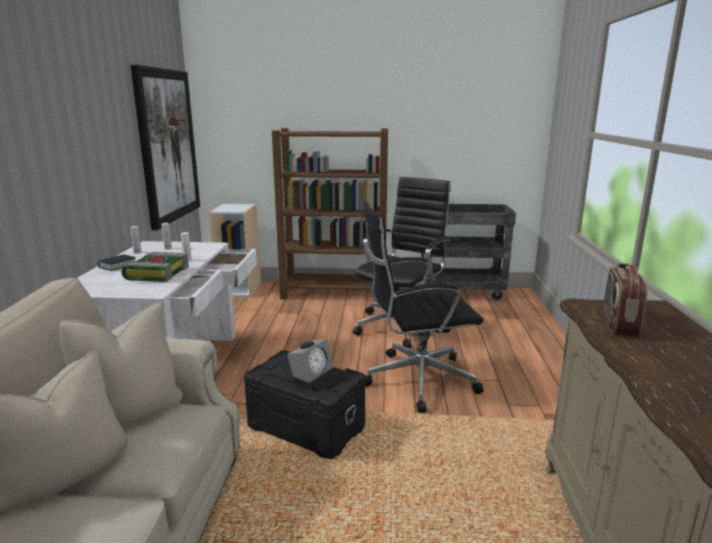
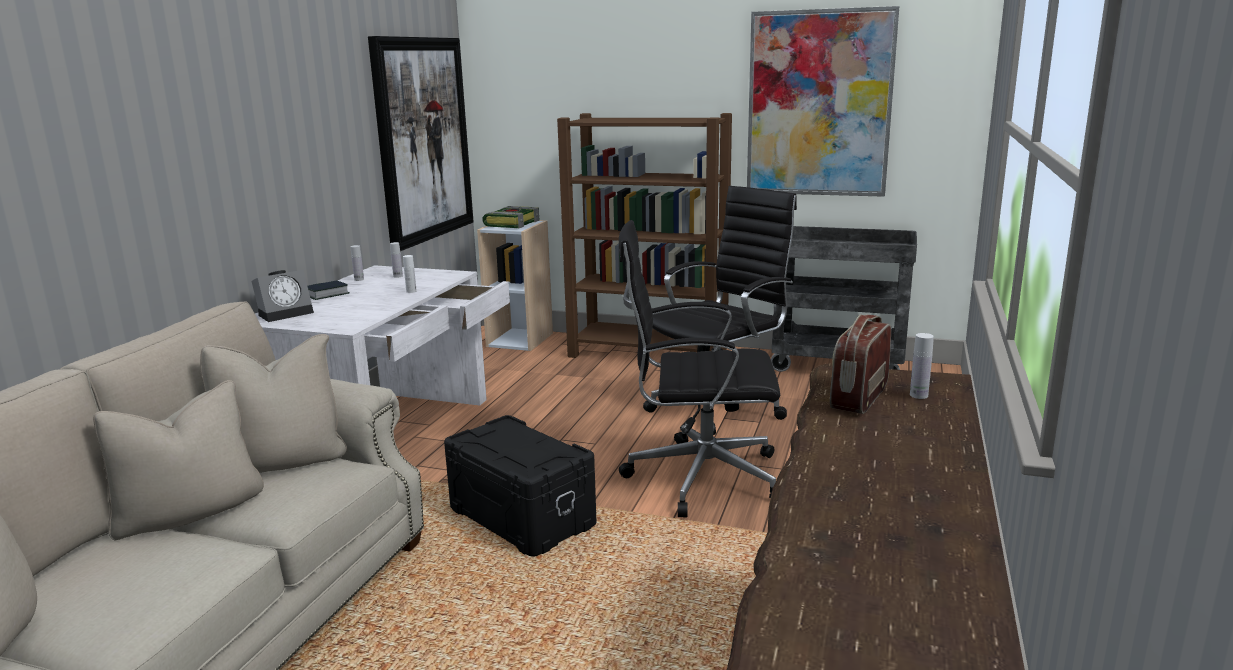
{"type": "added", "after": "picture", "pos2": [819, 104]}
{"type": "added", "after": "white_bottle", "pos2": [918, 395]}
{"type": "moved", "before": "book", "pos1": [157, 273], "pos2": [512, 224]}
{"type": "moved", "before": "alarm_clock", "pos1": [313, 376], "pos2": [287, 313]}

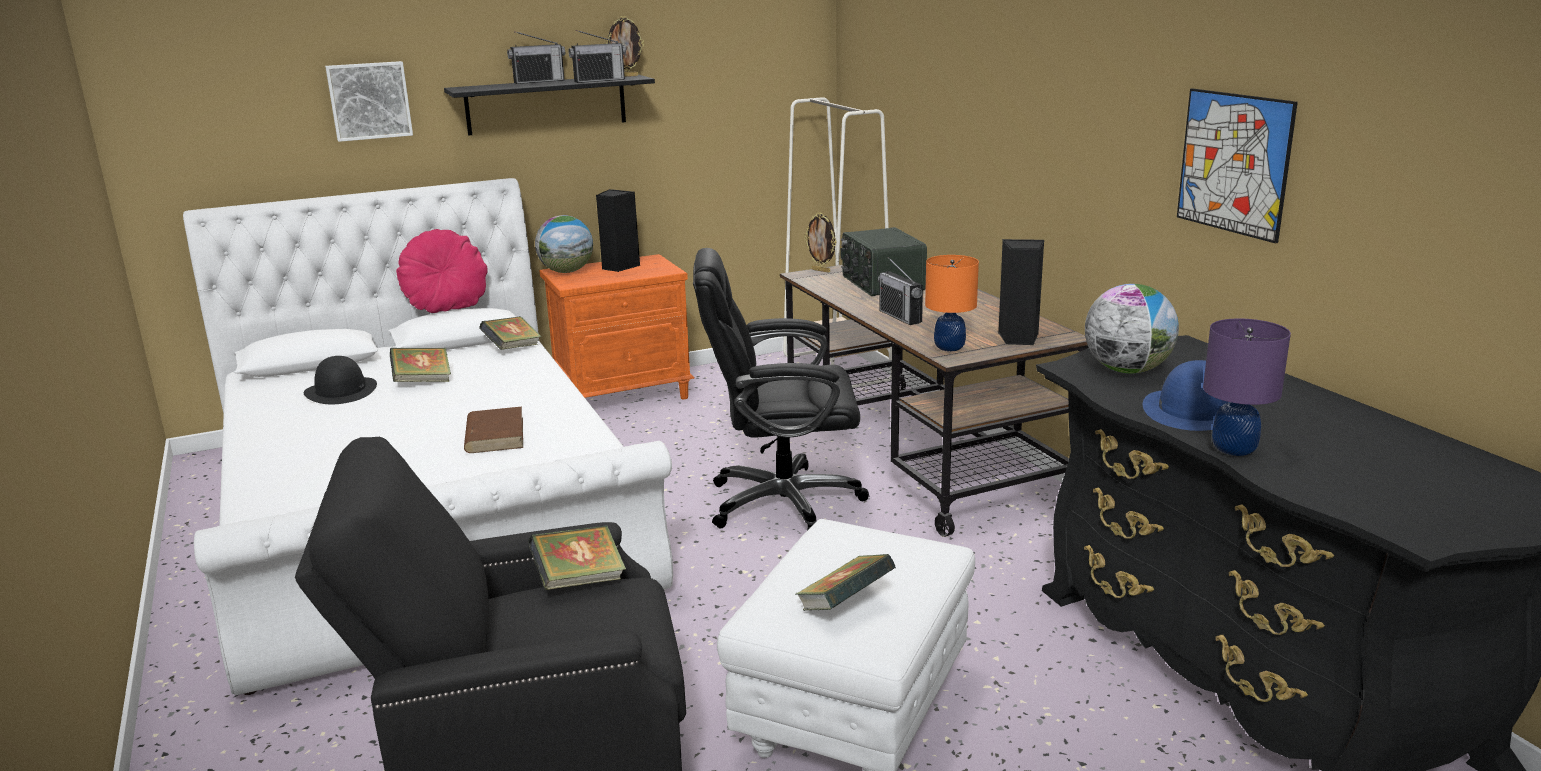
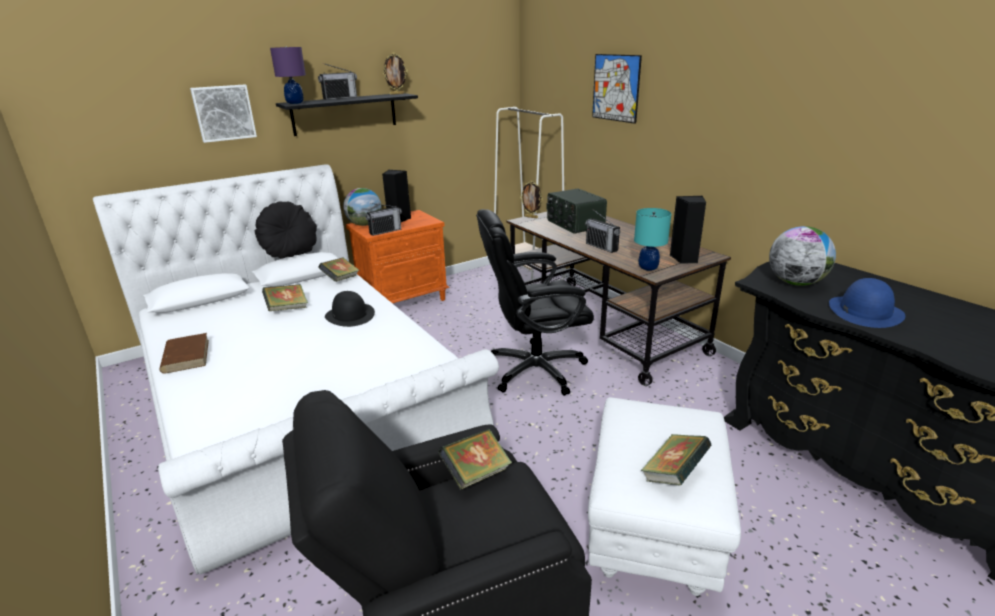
{"type": "moved", "before": "black_hat", "pos1": [341, 391], "pos2": [350, 315]}
{"type": "moved", "before": "brown_book", "pos1": [494, 434], "pos2": [186, 356]}
{"type": "moved", "before": "radio", "pos1": [599, 80], "pos2": [385, 231]}
{"type": "moved", "before": "picture", "pos1": [1234, 163], "pos2": [616, 88]}
{"type": "moved", "before": "purple_table_lamp", "pos1": [1235, 451], "pos2": [295, 103]}
{"type": "recoloured", "before": "pink_pillow", "after": "black_pillow", "pos1": [447, 308], "pos2": [291, 254]}
{"type": "recoloured", "before": "orange_table_lamp", "after": "turquoise_table_lamp", "pos1": [951, 348], "pos2": [649, 268]}

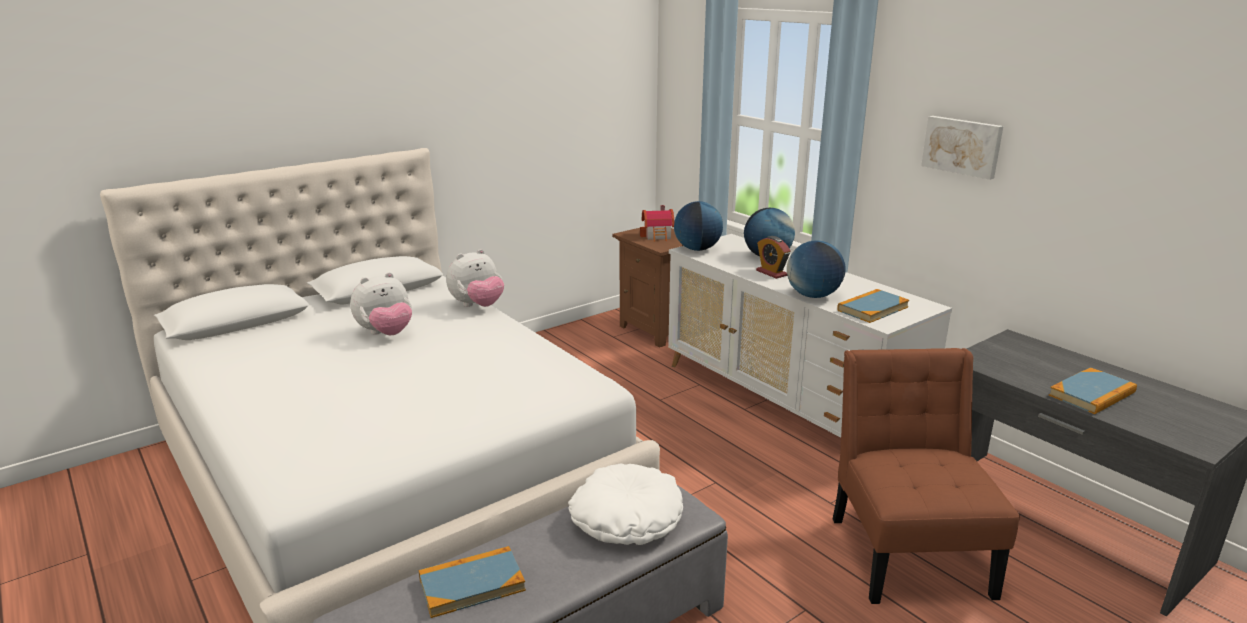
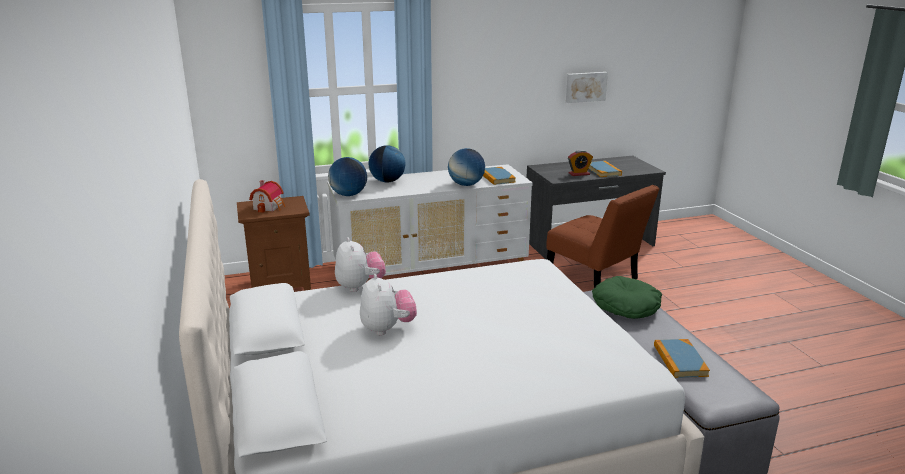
{"type": "moved", "before": "alarm_clock", "pos1": [771, 273], "pos2": [579, 174]}
{"type": "moved", "before": "picture", "pos1": [962, 146], "pos2": [585, 87]}
{"type": "recoloured", "before": "white_pillow", "after": "green_pillow", "pos1": [628, 519], "pos2": [627, 307]}
{"type": "turned", "before": "brown_chair", "pos1": [907, 550], "pos2": [595, 280], "turn": -150}

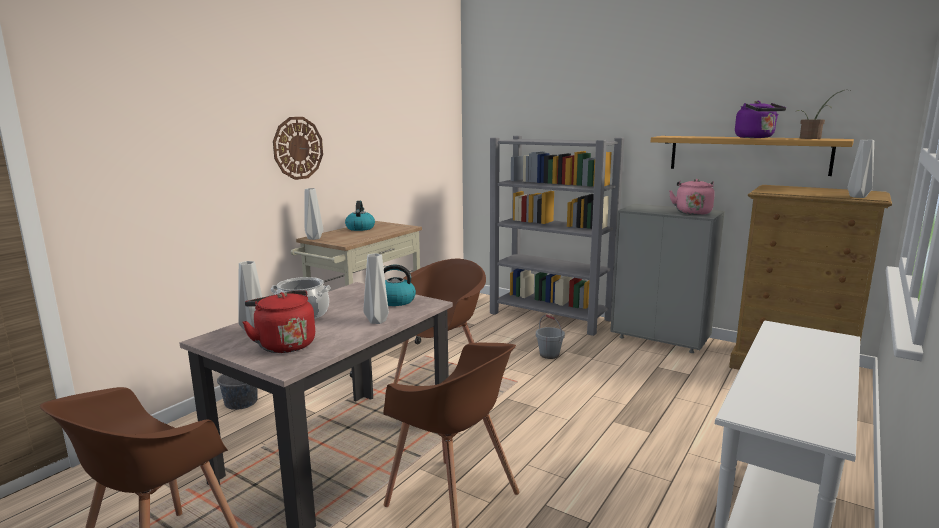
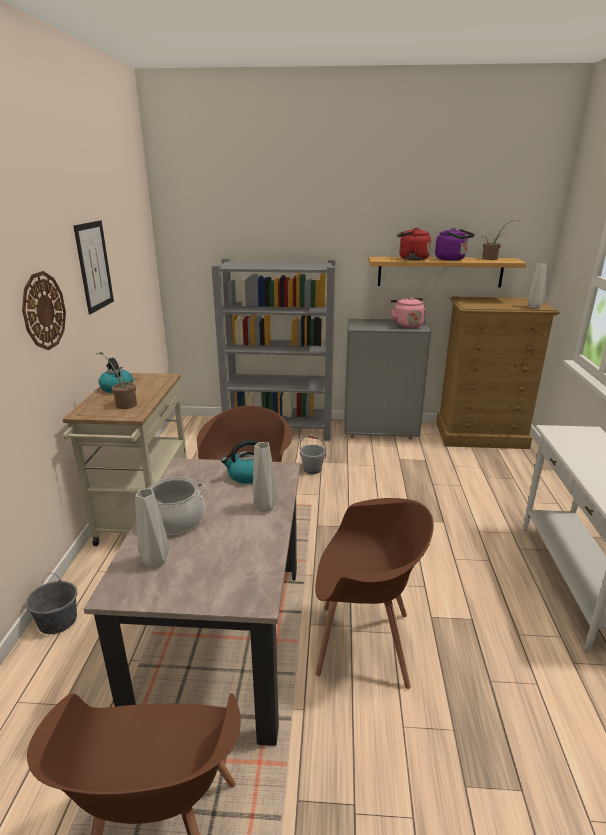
{"type": "removed", "before": "grey_vase", "pos1": [313, 238]}
{"type": "added", "after": "picture", "pos2": [94, 266]}
{"type": "added", "after": "potted_plant", "pos2": [124, 404]}
{"type": "moved", "before": "red_kettle", "pos1": [284, 344], "pos2": [411, 259]}

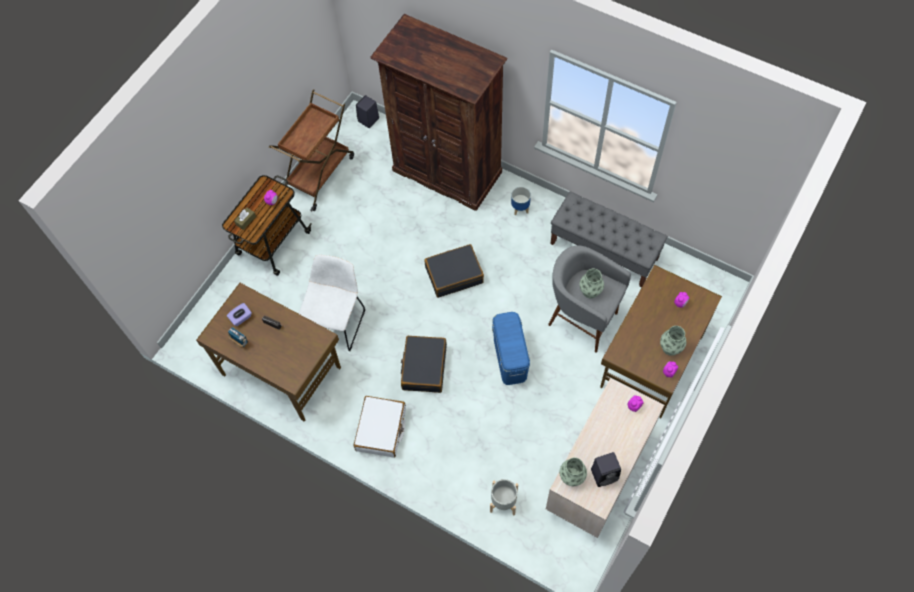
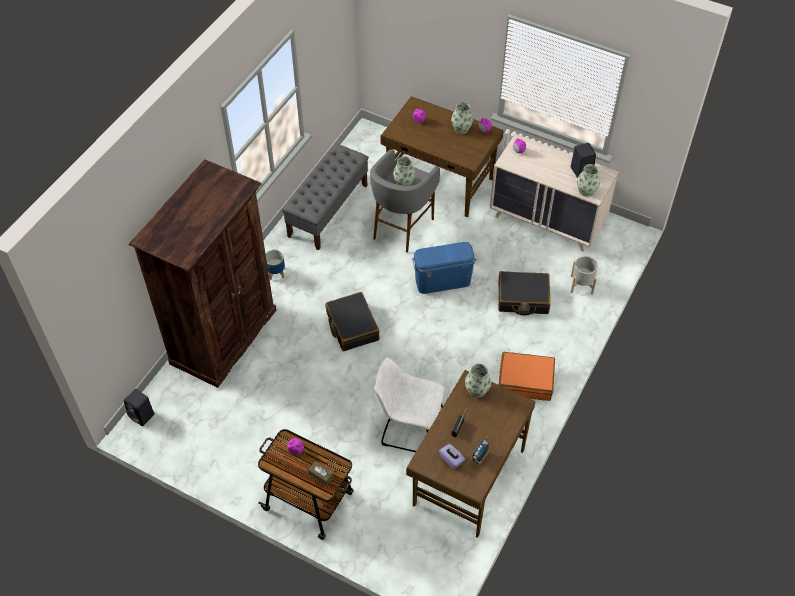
{"type": "removed", "before": "brown_cart", "pos1": [320, 176]}
{"type": "added", "after": "vase", "pos2": [477, 390]}
{"type": "moved", "before": "black_suitcase", "pos1": [424, 367], "pos2": [523, 298]}
{"type": "recoloured", "before": "white_suitcase", "after": "orange_suitcase", "pos1": [381, 430], "pos2": [525, 381]}

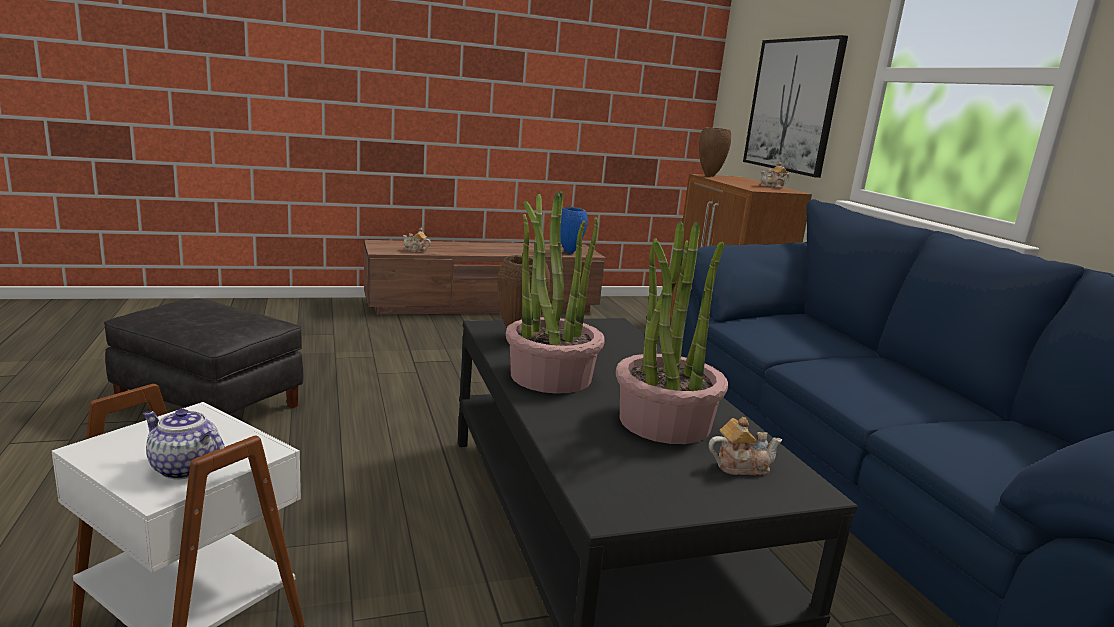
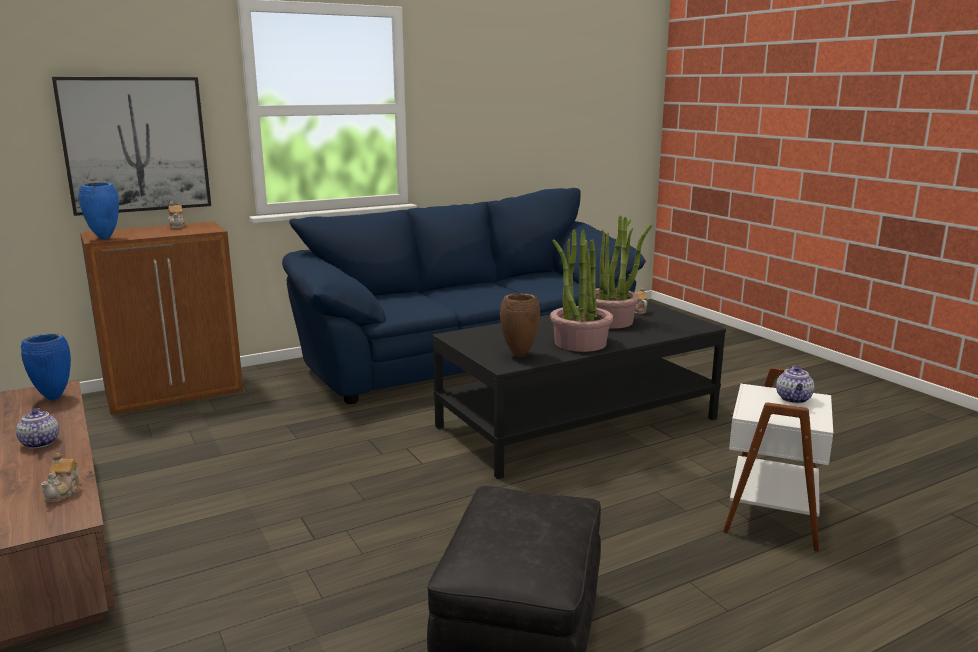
{"type": "added", "after": "teapot", "pos2": [39, 443]}
{"type": "recoloured", "before": "brown_vase", "after": "blue_vase", "pos1": [709, 176], "pos2": [105, 238]}

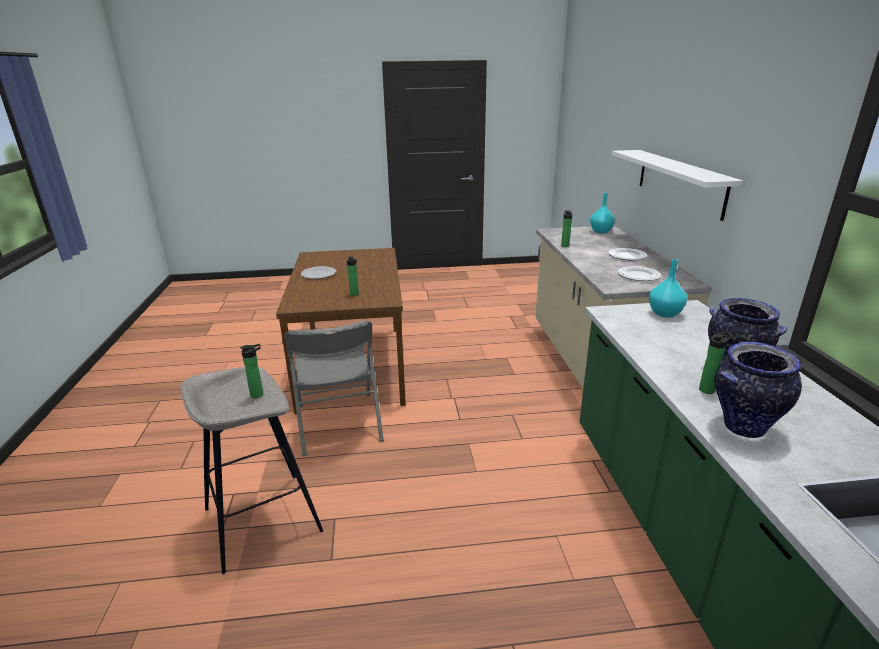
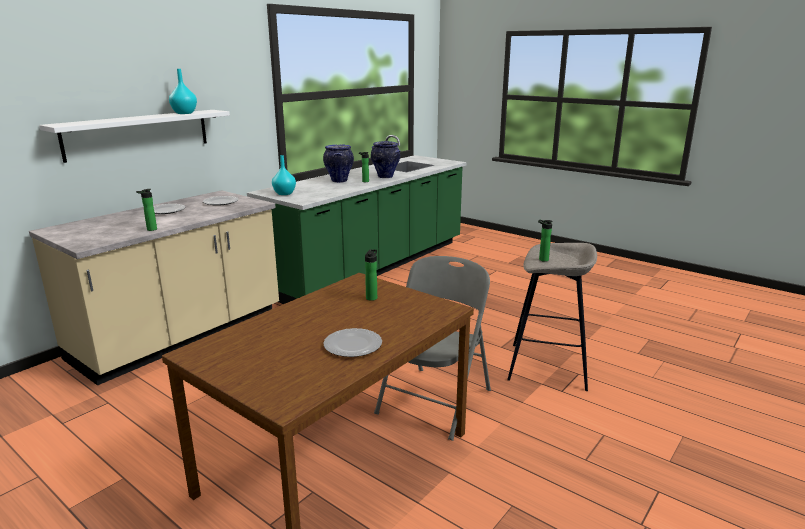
{"type": "moved", "before": "turquoise_vase", "pos1": [600, 231], "pos2": [184, 113]}

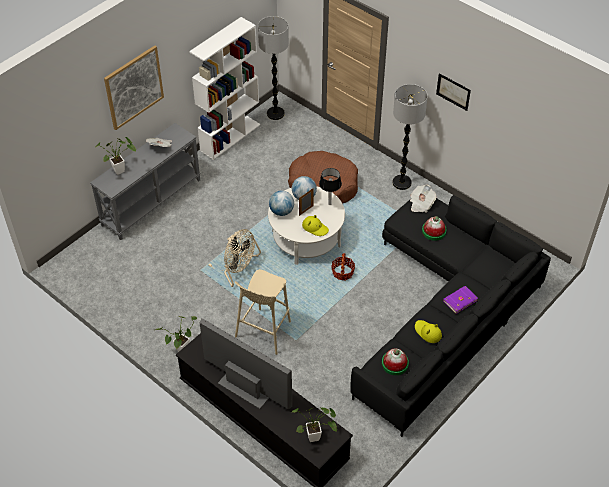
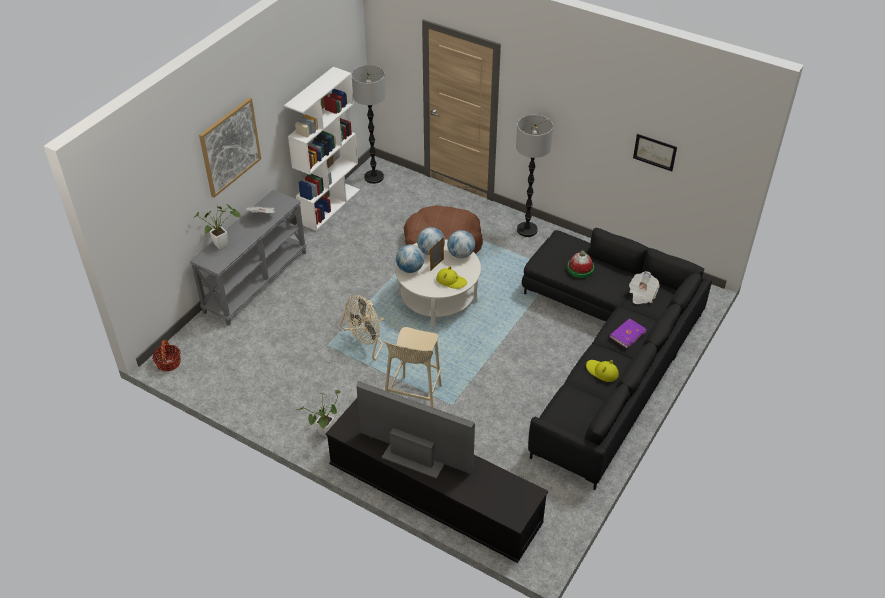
{"type": "removed", "before": "potted_plant", "pos1": [316, 437]}
{"type": "removed", "before": "hat", "pos1": [395, 363]}
{"type": "moved", "before": "basket", "pos1": [342, 272], "pos2": [168, 363]}
{"type": "moved", "before": "newspaper", "pos1": [421, 204], "pos2": [642, 294]}
{"type": "moved", "before": "picture", "pos1": [453, 91], "pos2": [654, 152]}
{"type": "replaced", "before": "table_lamp", "after": "globe", "pos1": [329, 203], "pos2": [461, 254]}
{"type": "turned", "before": "beige_fan", "pos1": [236, 268], "pos2": [367, 339], "turn": 120}

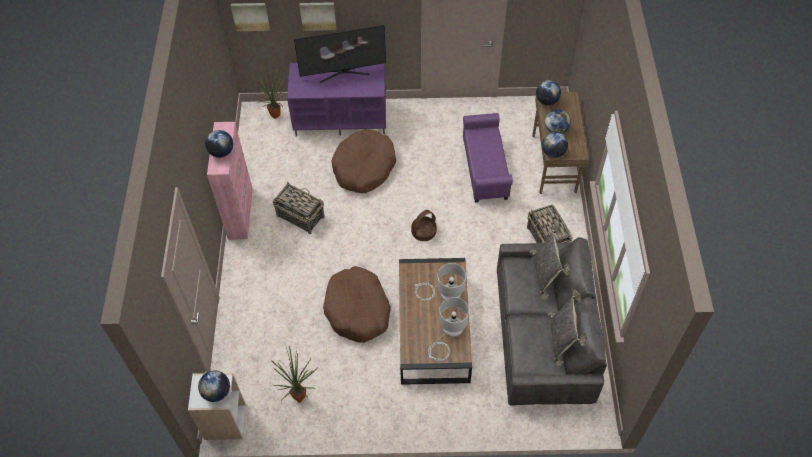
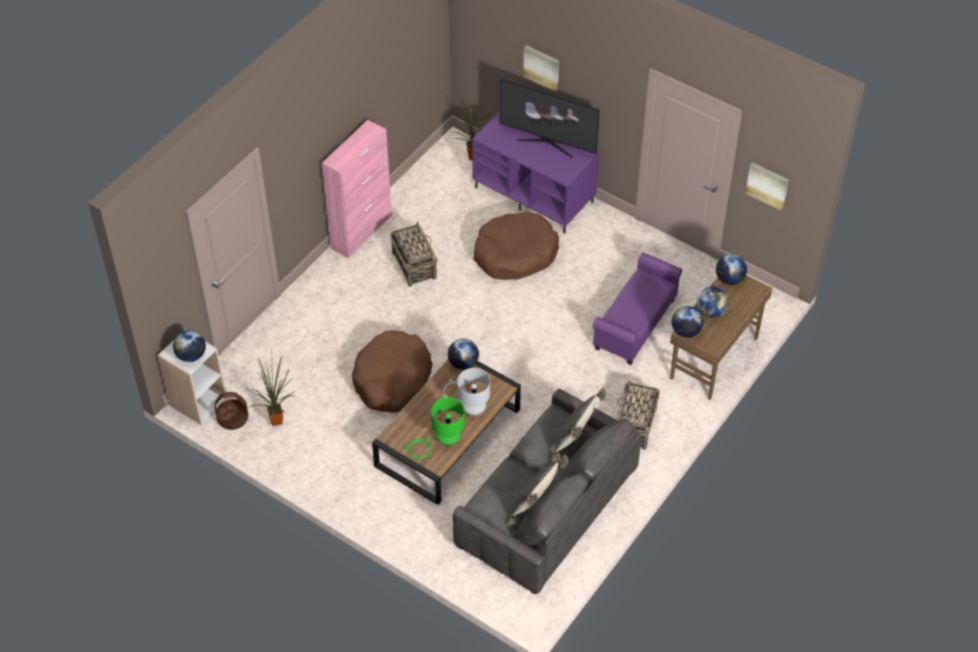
{"type": "moved", "before": "globe", "pos1": [221, 152], "pos2": [463, 363]}
{"type": "moved", "before": "picture", "pos1": [250, 16], "pos2": [767, 185]}
{"type": "moved", "before": "basket", "pos1": [423, 232], "pos2": [233, 418]}
{"type": "recoloured", "before": "grey_table_lamp", "after": "green_table_lamp", "pos1": [447, 338], "pos2": [437, 443]}

